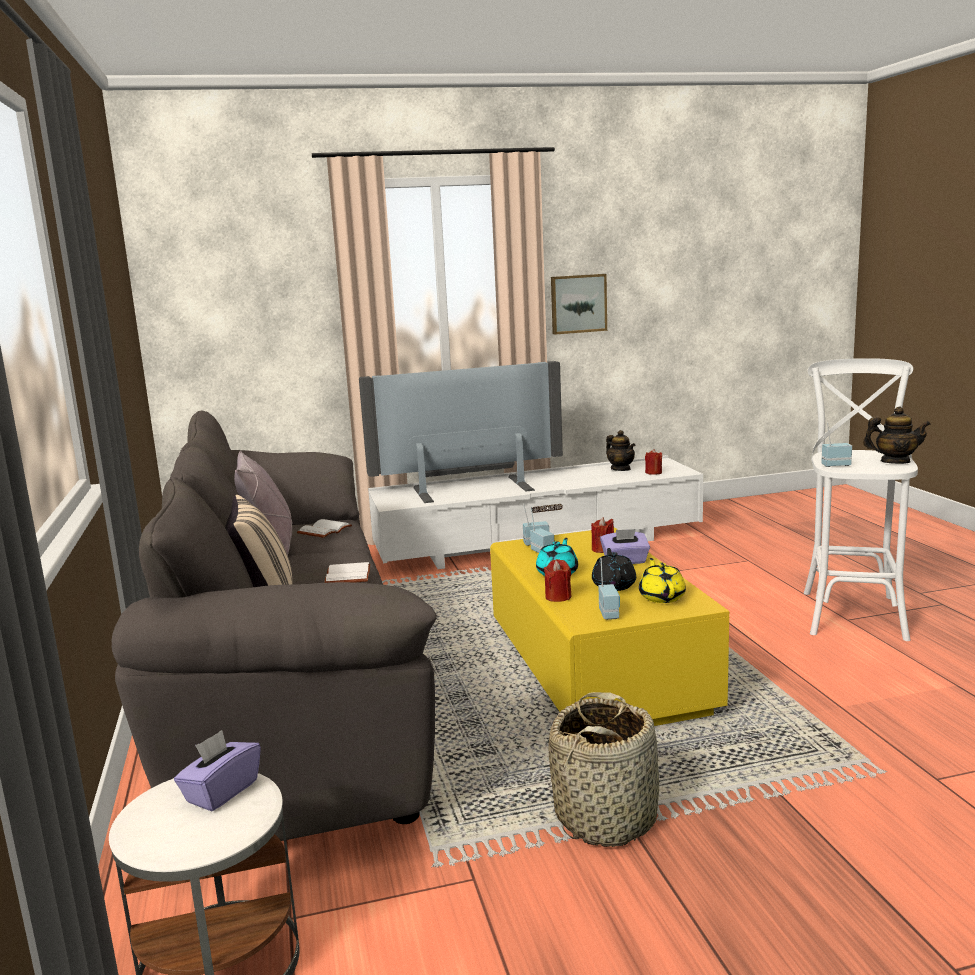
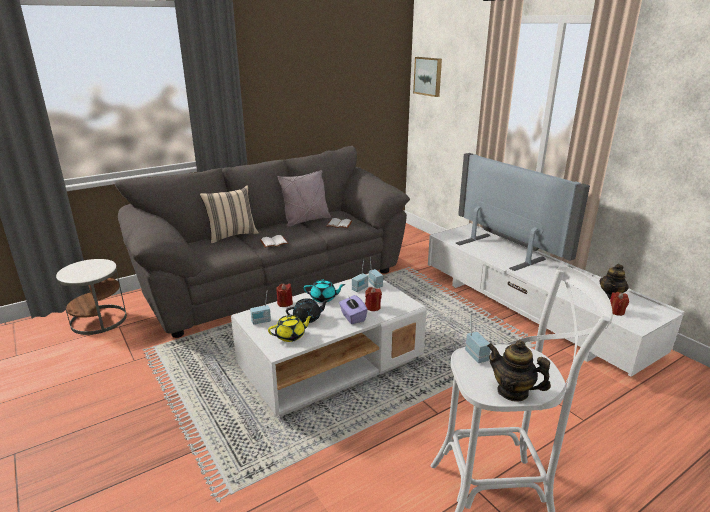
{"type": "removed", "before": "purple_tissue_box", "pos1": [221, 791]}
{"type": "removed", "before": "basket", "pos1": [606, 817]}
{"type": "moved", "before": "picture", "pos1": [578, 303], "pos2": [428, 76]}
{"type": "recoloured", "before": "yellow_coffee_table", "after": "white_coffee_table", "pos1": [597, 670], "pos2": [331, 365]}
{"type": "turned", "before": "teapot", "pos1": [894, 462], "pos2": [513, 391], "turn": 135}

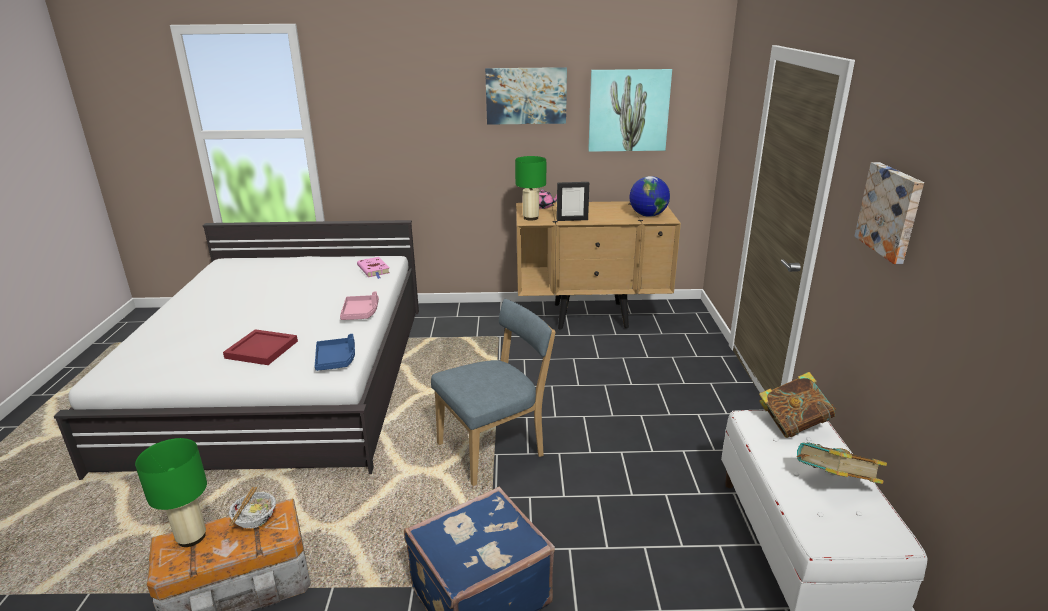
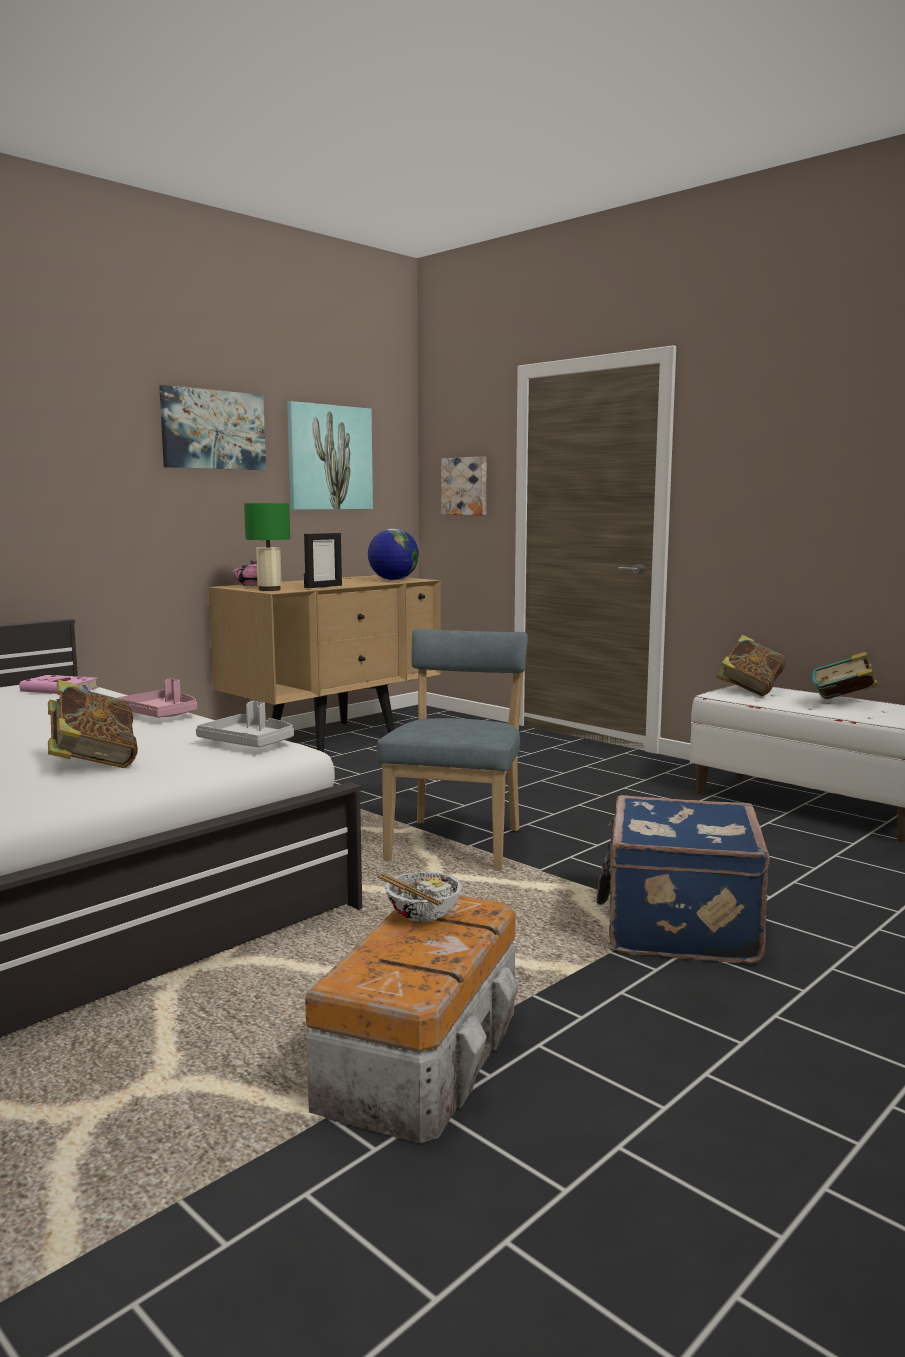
{"type": "removed", "before": "green_table_lamp", "pos1": [190, 537]}
{"type": "moved", "before": "picture", "pos1": [891, 211], "pos2": [465, 486]}
{"type": "replaced", "before": "red_tray", "after": "book", "pos1": [260, 350], "pos2": [93, 763]}
{"type": "recoloured", "before": "blue_tray", "after": "grey_tray", "pos1": [336, 360], "pos2": [249, 743]}

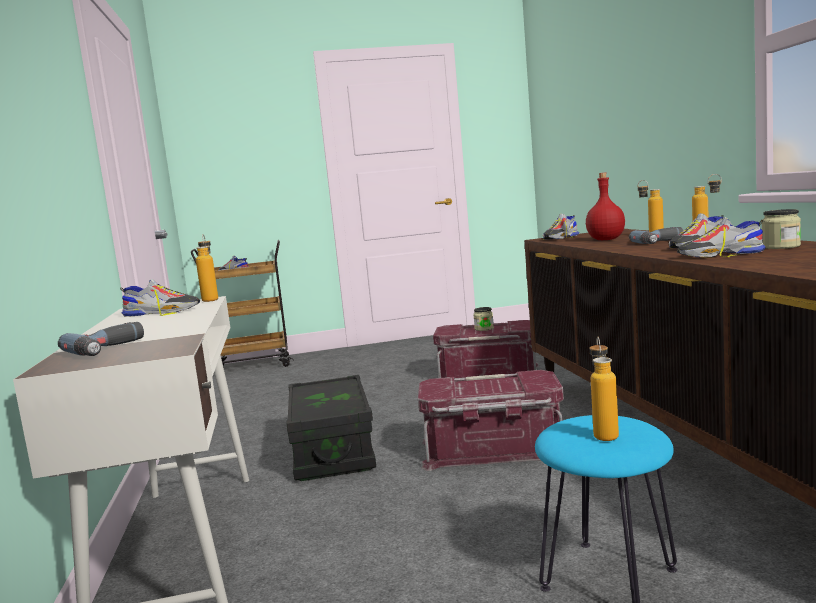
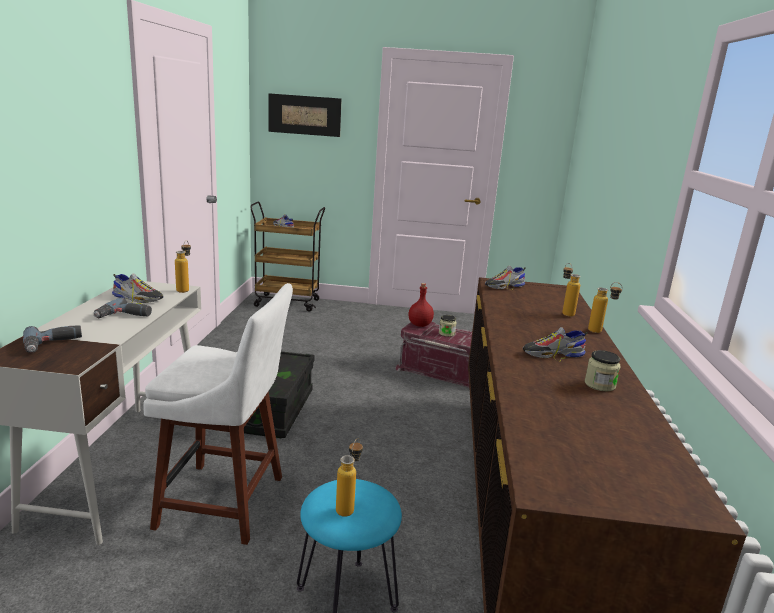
{"type": "removed", "before": "red_storage_box", "pos1": [493, 450]}
{"type": "removed", "before": "shoe", "pos1": [720, 255]}
{"type": "added", "after": "white_chair", "pos2": [228, 502]}
{"type": "added", "after": "picture", "pos2": [304, 115]}
{"type": "moved", "before": "red_bottle", "pos1": [605, 240], "pos2": [419, 325]}
{"type": "moved", "before": "power_drill", "pos1": [661, 242], "pos2": [124, 316]}

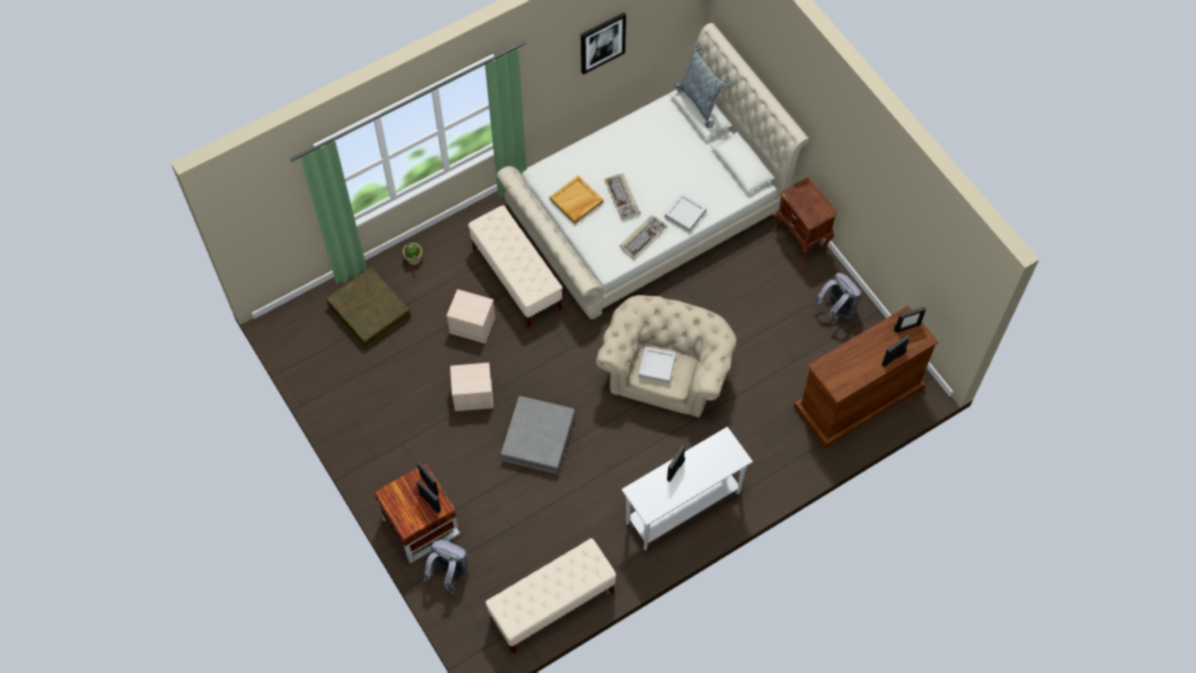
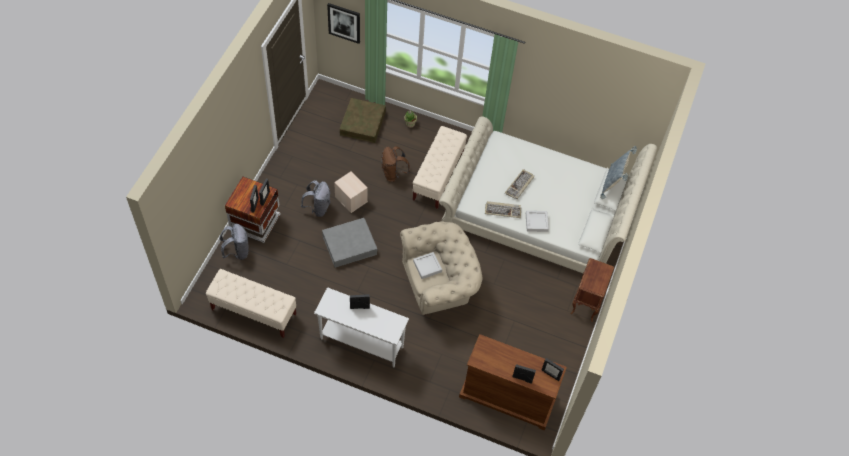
{"type": "removed", "before": "beige_tray", "pos1": [576, 201]}
{"type": "moved", "before": "picture", "pos1": [602, 42], "pos2": [344, 22]}
{"type": "moved", "before": "grey_backpack", "pos1": [836, 311], "pos2": [318, 208]}
{"type": "replaced", "before": "beige_storage_box", "after": "brown_backpack", "pos1": [473, 324], "pos2": [393, 173]}

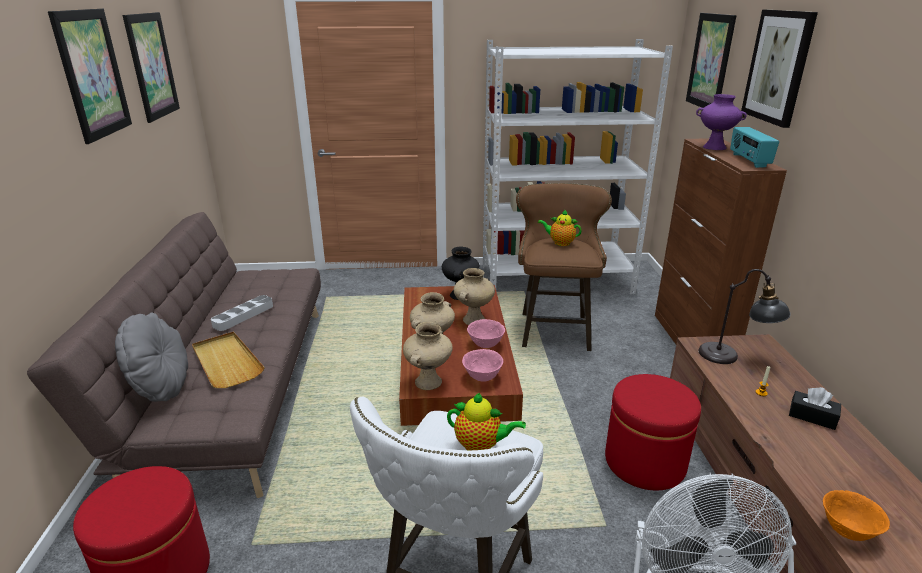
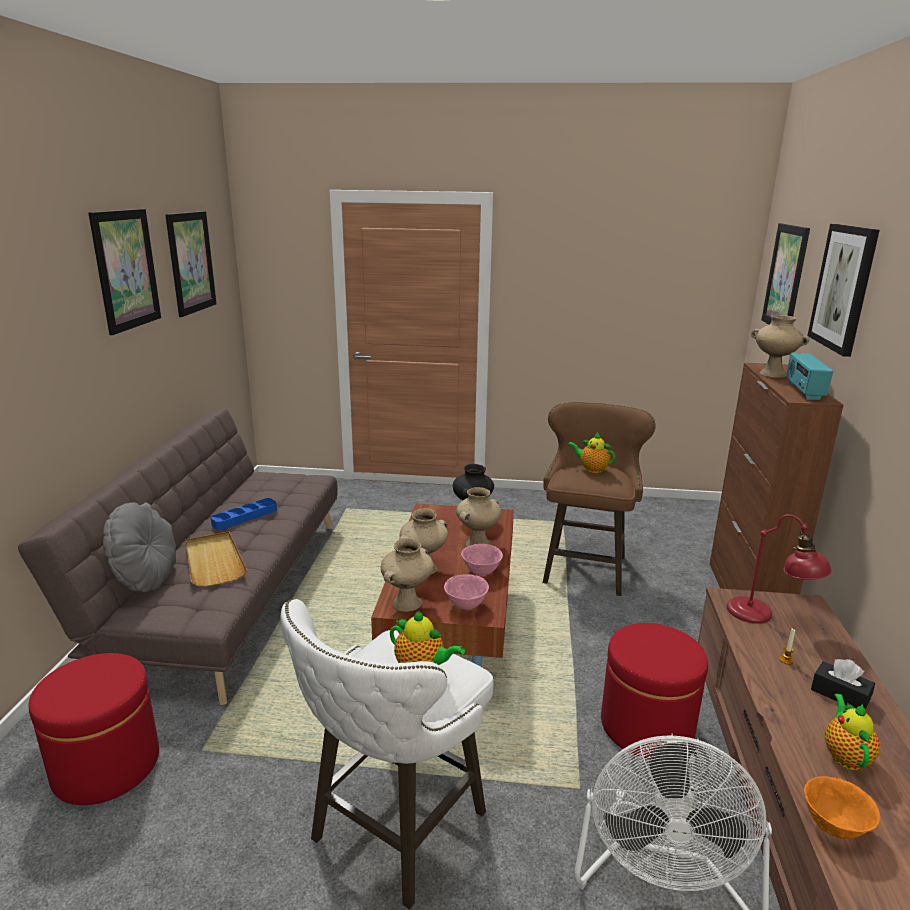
{"type": "removed", "before": "white_bookcase", "pos1": [555, 279]}
{"type": "added", "after": "teapot", "pos2": [845, 755]}
{"type": "recoloured", "before": "grey_tray", "after": "blue_tray", "pos1": [243, 316], "pos2": [245, 517]}
{"type": "recoloured", "before": "purple_vase", "after": "beige_vase", "pos1": [715, 147], "pos2": [773, 374]}
{"type": "recoloured", "before": "grey_table_lamp", "after": "red_table_lamp", "pos1": [735, 356], "pos2": [769, 616]}

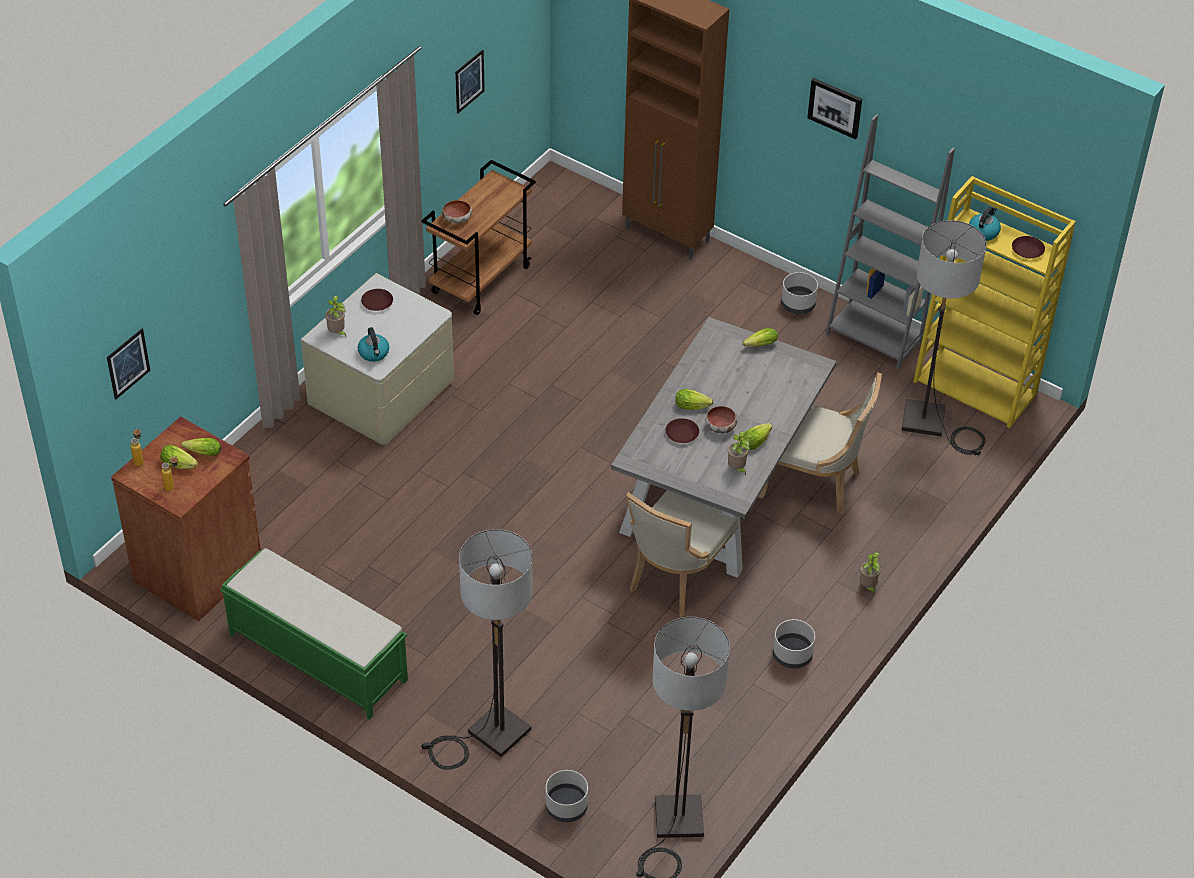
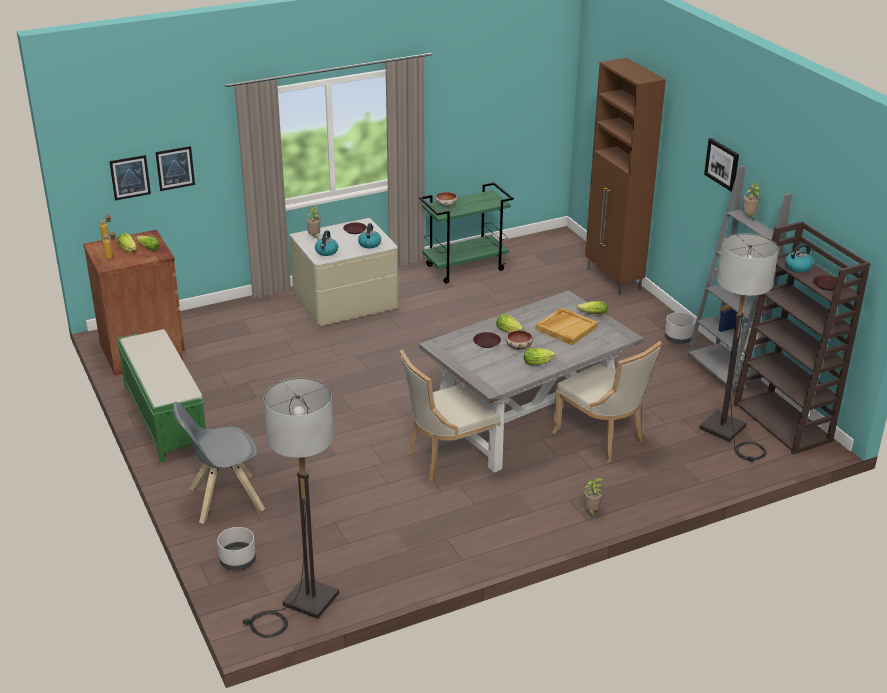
{"type": "removed", "before": "grey_planter", "pos1": [792, 655]}
{"type": "added", "after": "kettle", "pos2": [369, 244]}
{"type": "added", "after": "beige_tray", "pos2": [566, 328]}
{"type": "moved", "before": "picture", "pos1": [469, 81], "pos2": [175, 168]}
{"type": "moved", "before": "potted_plant", "pos1": [737, 469], "pos2": [749, 217]}
{"type": "replaced", "before": "floor_lamp", "after": "grey_chair", "pos1": [484, 738], "pos2": [223, 499]}
{"type": "recoloured", "before": "brown_cart", "after": "green_cart", "pos1": [481, 279], "pos2": [465, 267]}
{"type": "recoloured", "before": "yellow_bookcase", "after": "brown_bookcase", "pos1": [976, 387], "pos2": [783, 423]}

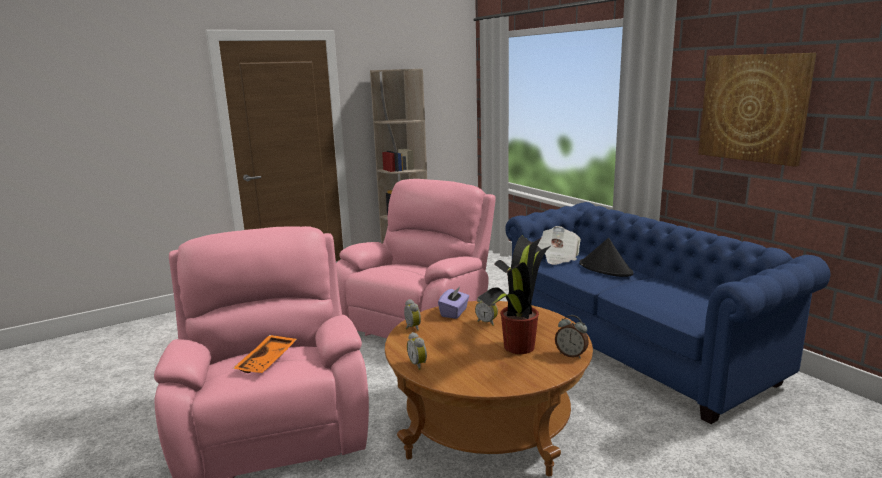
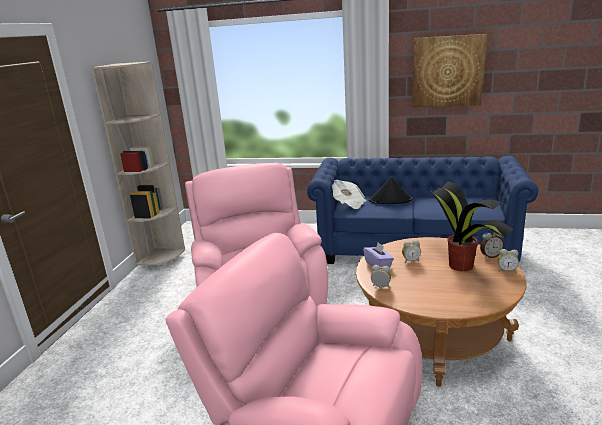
{"type": "removed", "before": "orange_tray", "pos1": [268, 361]}
{"type": "moved", "before": "alarm_clock", "pos1": [418, 364], "pos2": [506, 270]}

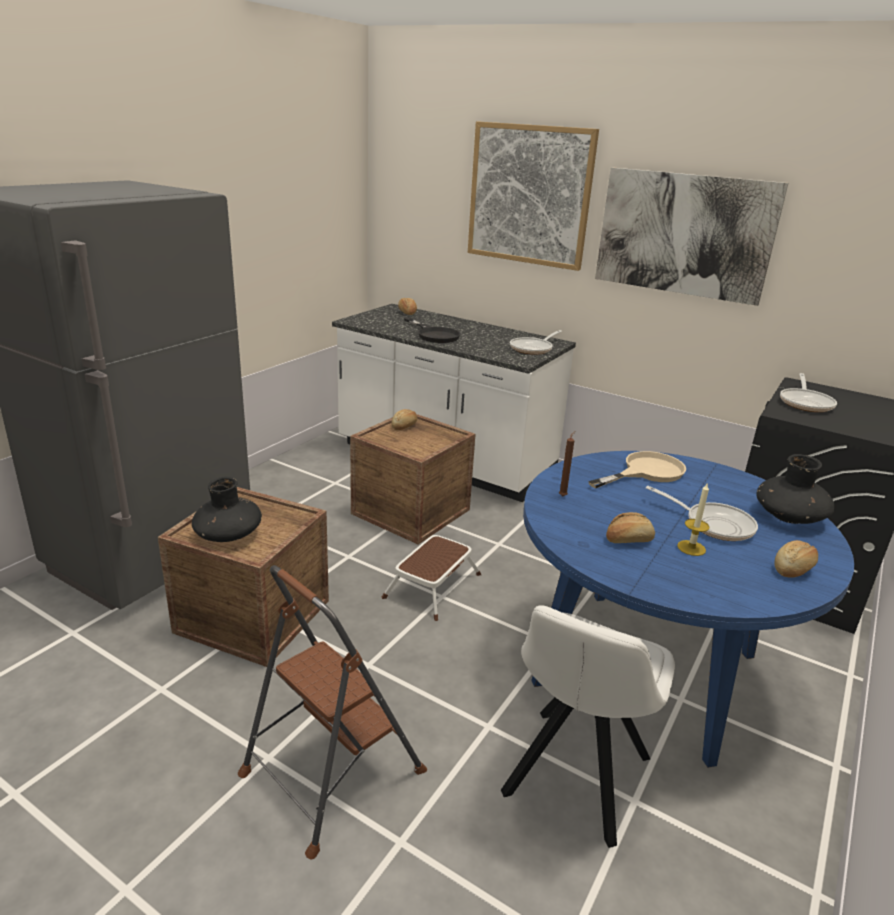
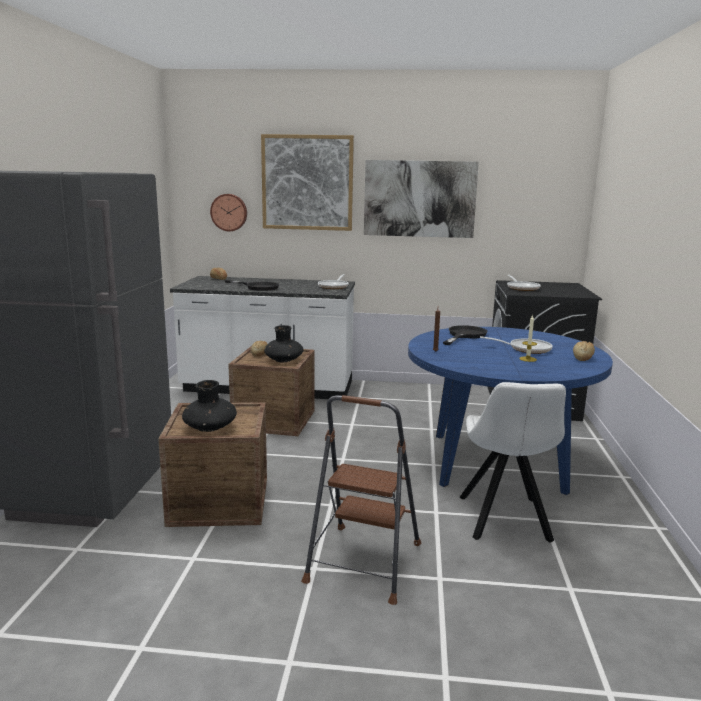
{"type": "removed", "before": "brown_step_ladder", "pos1": [433, 586]}
{"type": "removed", "before": "bread", "pos1": [628, 539]}
{"type": "added", "after": "wall_clock", "pos2": [229, 212]}
{"type": "moved", "before": "black_vase", "pos1": [789, 517], "pos2": [284, 360]}
{"type": "recoloured", "before": "beige_frying_pan", "after": "black_frying_pan", "pos1": [645, 472], "pos2": [464, 335]}

